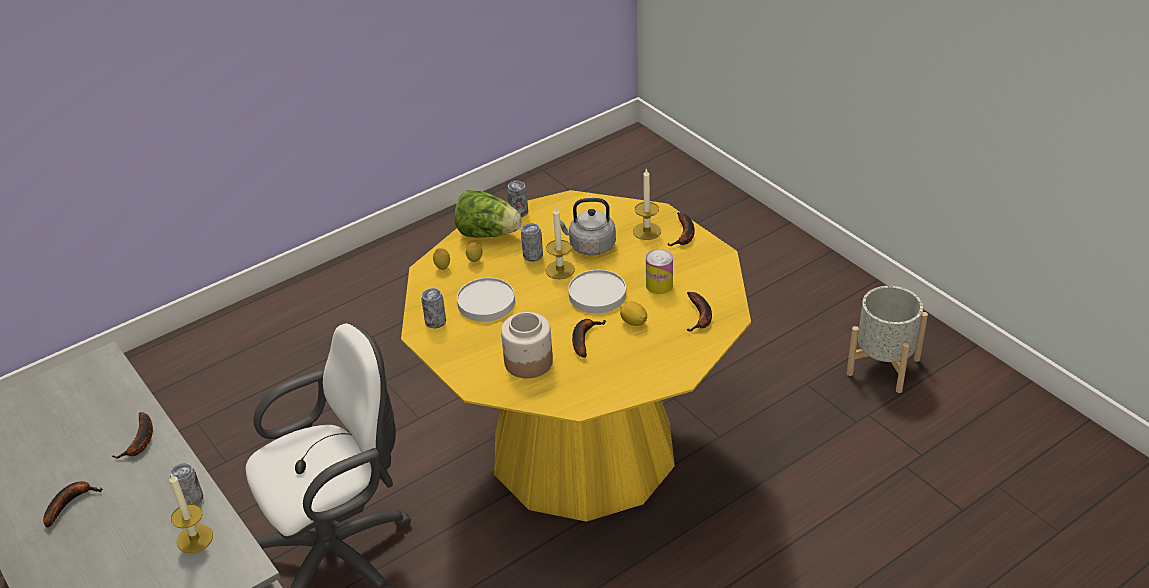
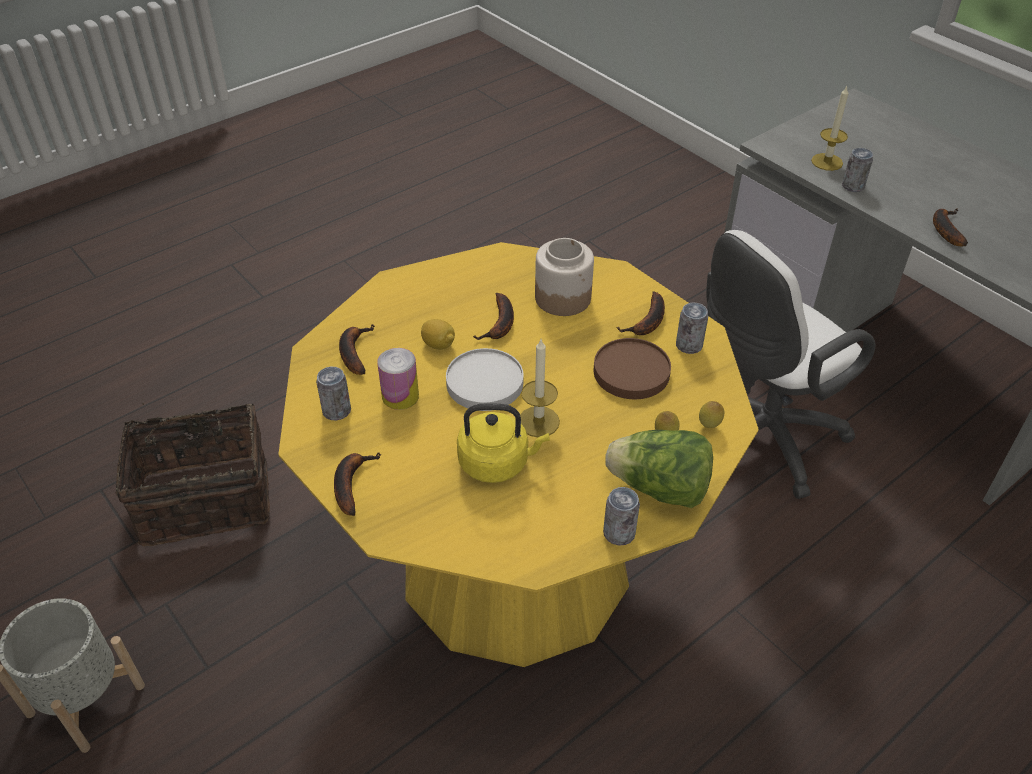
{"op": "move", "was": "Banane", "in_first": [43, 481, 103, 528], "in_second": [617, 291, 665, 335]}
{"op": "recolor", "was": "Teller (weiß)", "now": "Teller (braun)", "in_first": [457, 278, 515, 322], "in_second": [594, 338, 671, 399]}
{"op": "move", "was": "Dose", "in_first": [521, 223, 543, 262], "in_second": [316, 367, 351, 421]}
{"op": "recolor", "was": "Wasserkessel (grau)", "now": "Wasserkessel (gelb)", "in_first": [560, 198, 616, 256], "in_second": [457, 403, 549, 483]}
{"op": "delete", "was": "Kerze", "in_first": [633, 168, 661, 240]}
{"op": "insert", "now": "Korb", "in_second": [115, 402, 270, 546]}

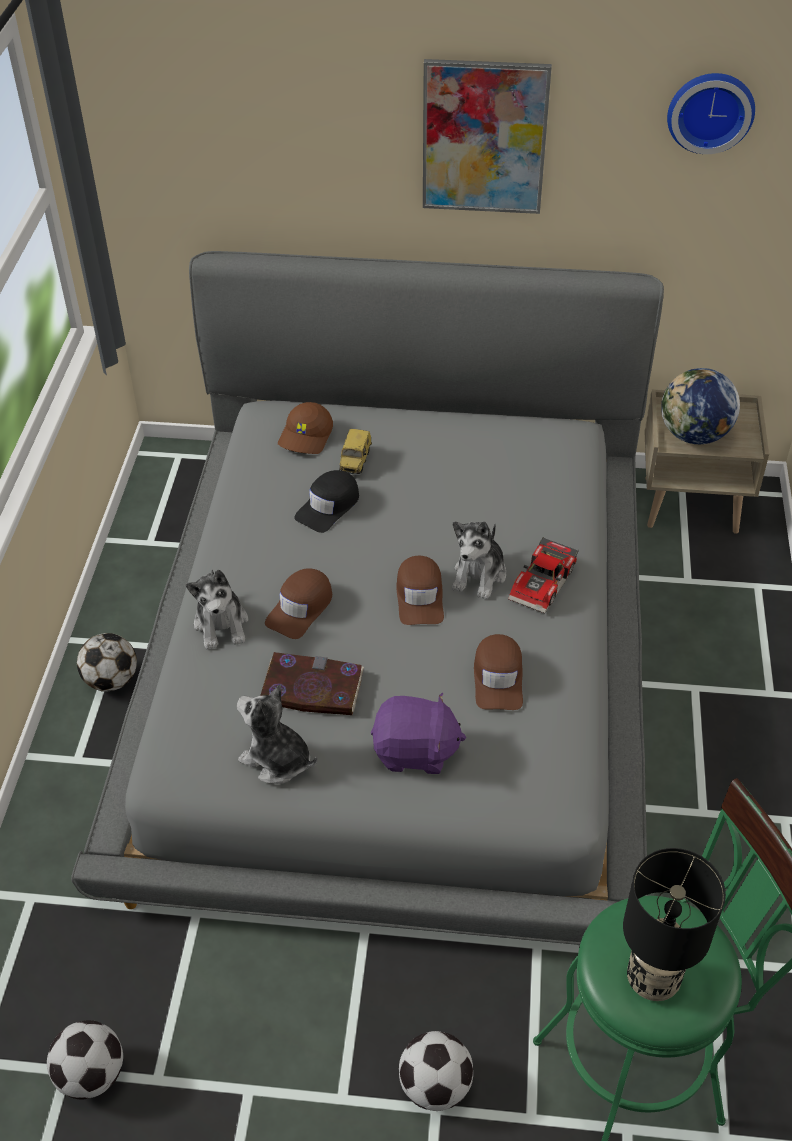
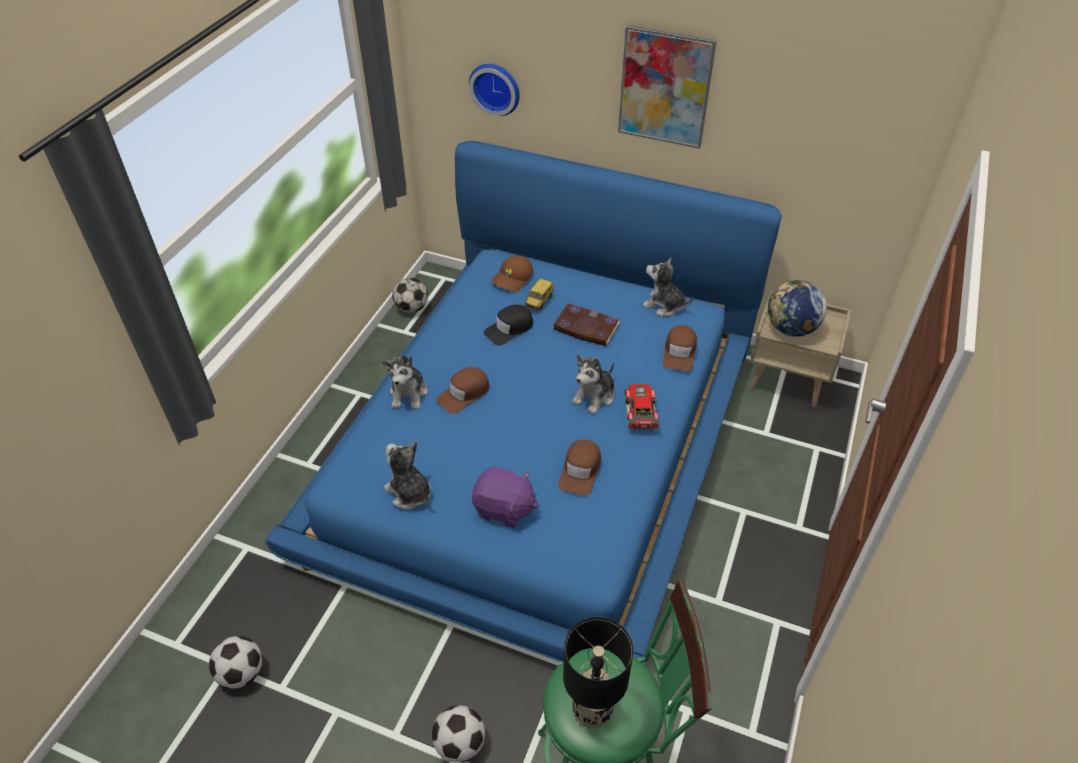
{"op": "recolor", "was": "Bett (grau)", "now": "Bett (blau)", "in_first": [71, 251, 664, 945], "in_second": [265, 141, 781, 665]}
{"op": "move", "was": "Fußball", "in_first": [77, 633, 137, 691], "in_second": [392, 278, 428, 313]}
{"op": "move", "was": "Buch", "in_first": [260, 652, 364, 715], "in_second": [552, 303, 620, 346]}
{"op": "move", "was": "Kappe (braun)", "in_first": [396, 556, 444, 625], "in_second": [663, 325, 697, 372]}
{"op": "rotate", "was": "Spielzeugauto", "in_first": [508, 537, 579, 614], "in_second": [624, 384, 660, 431], "clockwise": 135}
{"op": "move", "was": "Wanduhr", "in_first": [667, 73, 755, 154], "in_second": [469, 64, 520, 116]}
{"op": "insert", "now": "Plüschtier", "in_second": [642, 258, 693, 316]}

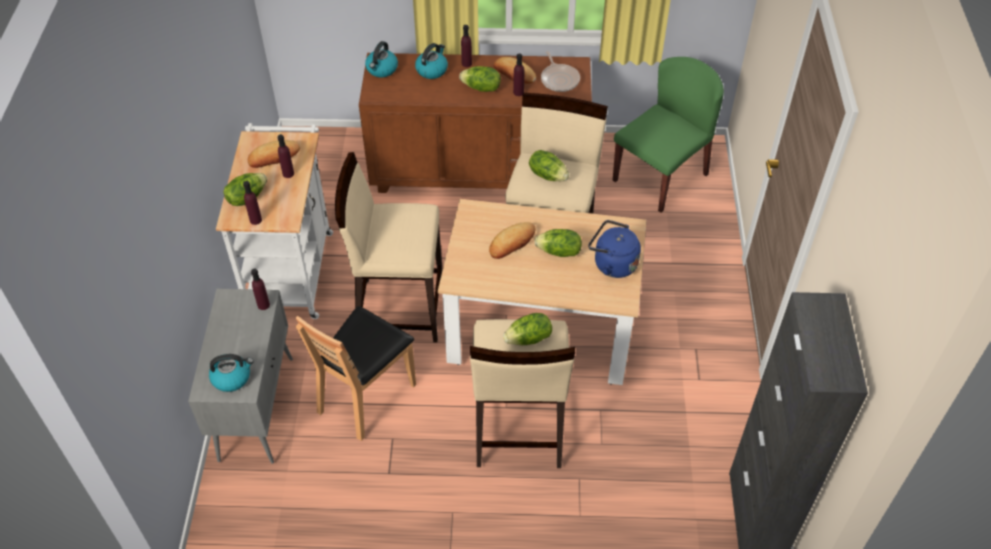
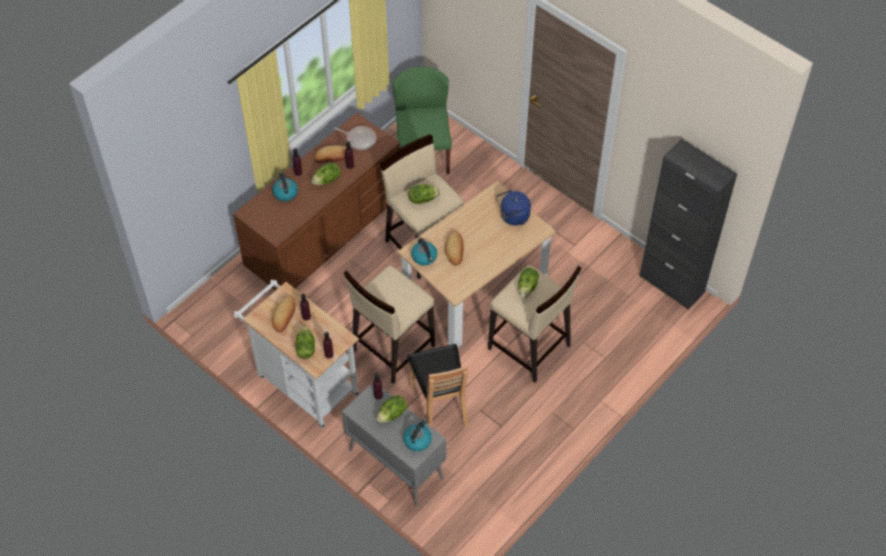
{"op": "move", "was": "Wasserkessel", "in_first": [365, 41, 398, 77], "in_second": [411, 238, 437, 265]}
{"op": "move", "was": "Salatkopf", "in_first": [534, 229, 582, 257], "in_second": [376, 395, 407, 423]}

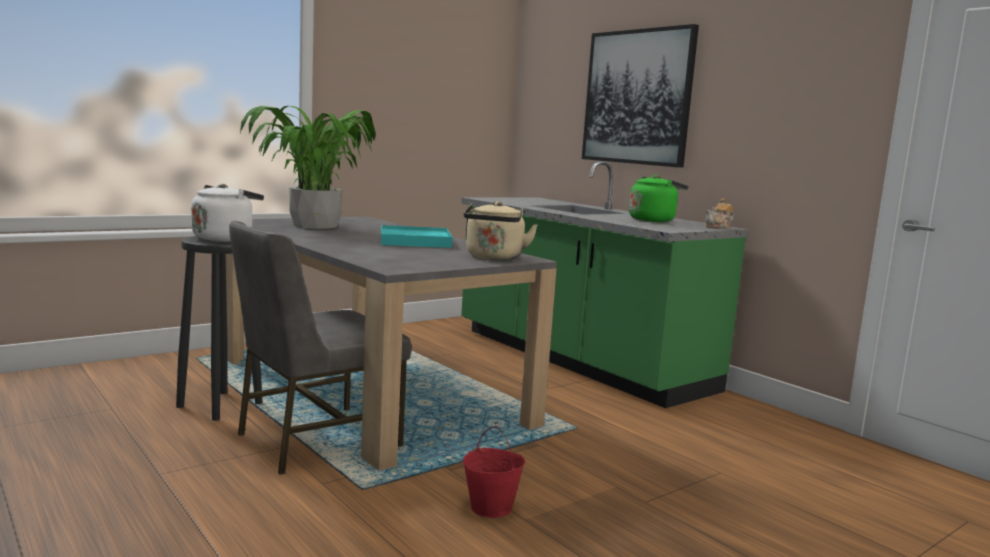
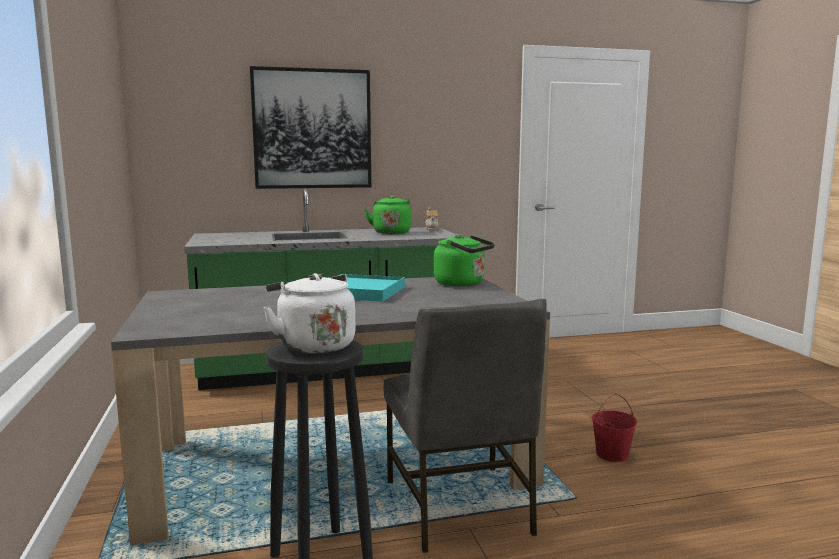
{"op": "delete", "was": "Topfpflanze", "in_first": [240, 106, 376, 229]}
{"op": "recolor", "was": "Wasserkessel (beige)", "now": "Wasserkessel (grün)", "in_first": [464, 201, 538, 260], "in_second": [434, 234, 495, 287]}

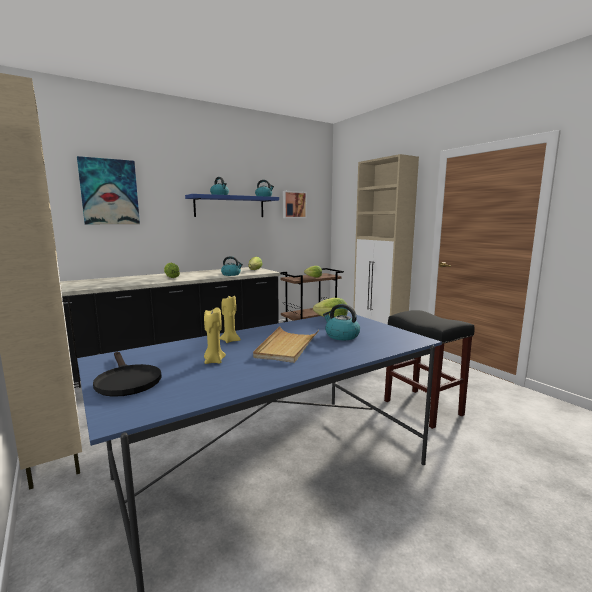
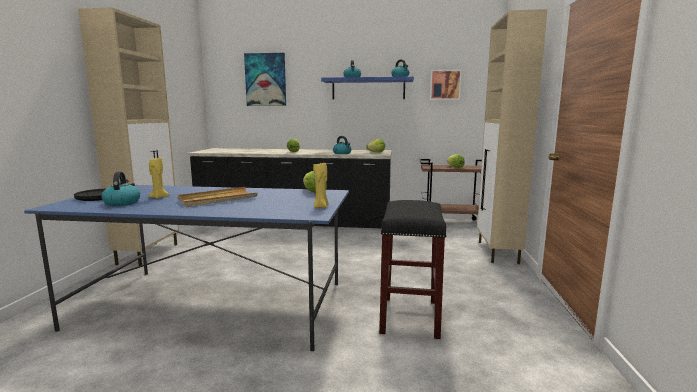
{"op": "move", "was": "Kerze (gelb)", "in_first": [220, 296, 241, 343], "in_second": [313, 163, 329, 208]}
{"op": "move", "was": "Wasserkessel", "in_first": [323, 304, 360, 340], "in_second": [102, 171, 140, 206]}

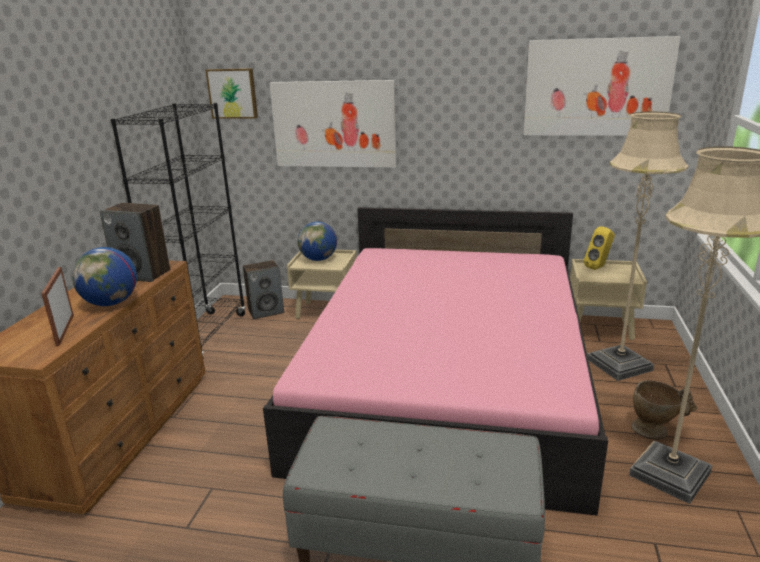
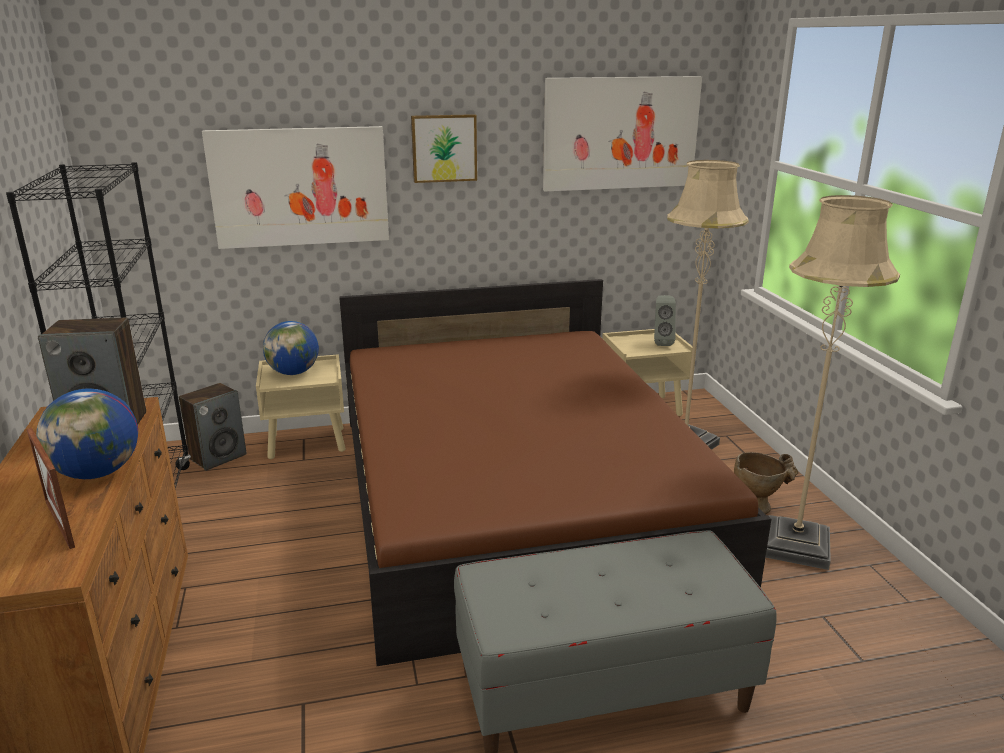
{"op": "move", "was": "Bild", "in_first": [206, 68, 258, 119], "in_second": [411, 114, 477, 183]}
{"op": "recolor", "was": "Bett (rosa)", "now": "Bett (braun)", "in_first": [263, 207, 608, 516], "in_second": [339, 279, 771, 666]}
{"op": "delete", "was": "Lautsprecher (gelb)", "in_first": [584, 226, 615, 270]}
{"op": "insert", "now": "Lautsprecher (grau)", "in_second": [654, 295, 676, 346]}

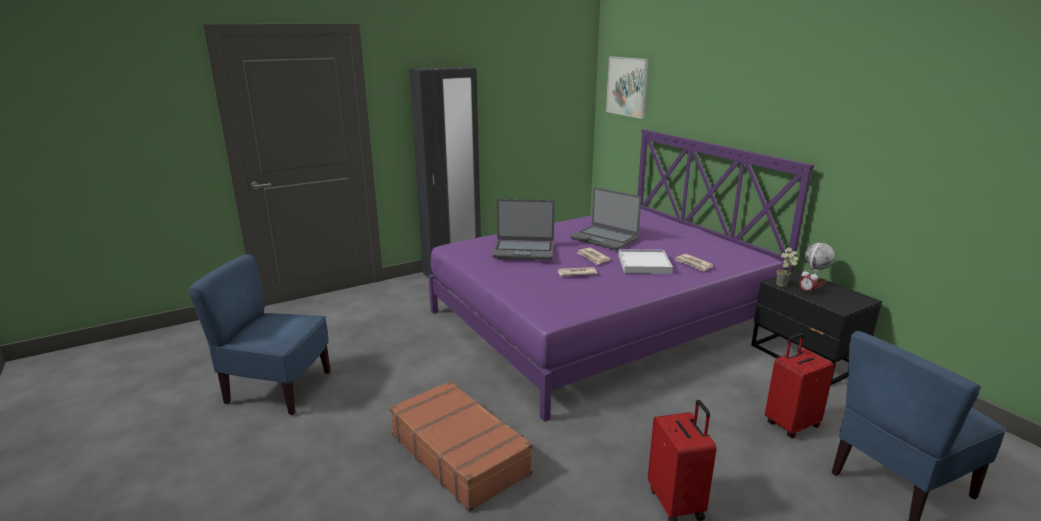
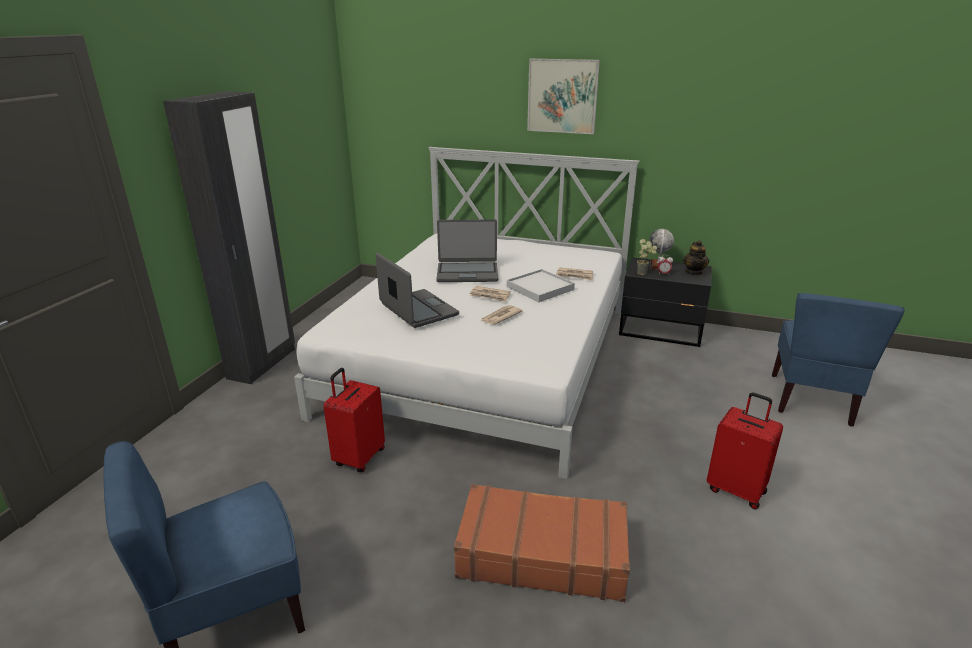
{"op": "recolor", "was": "Bett (lila)", "now": "Bett (weiß)", "in_first": [429, 129, 814, 422], "in_second": [294, 147, 640, 479]}
{"op": "rotate", "was": "Laptop", "in_first": [492, 199, 555, 260], "in_second": [376, 253, 459, 328], "clockwise": -90}
{"op": "move", "was": "Bild", "in_first": [606, 57, 649, 119], "in_second": [527, 59, 600, 134]}
{"op": "move", "was": "Koffer (rot)", "in_first": [765, 333, 835, 438], "in_second": [323, 368, 385, 472]}
{"op": "insert", "now": "Teekanne", "in_second": [683, 240, 709, 275]}

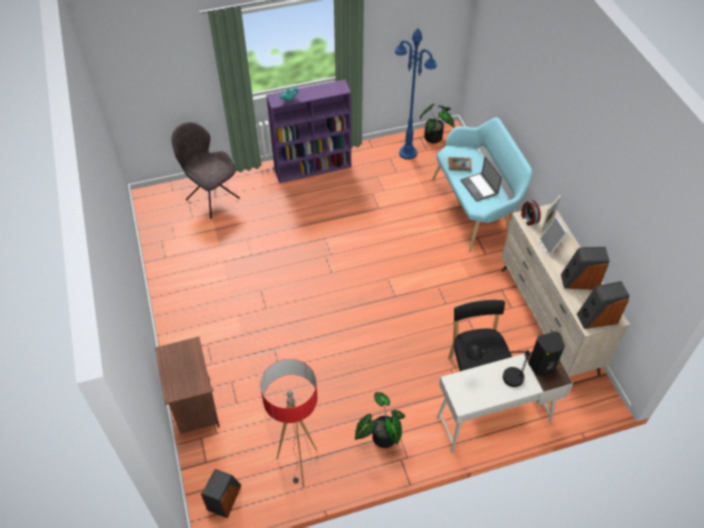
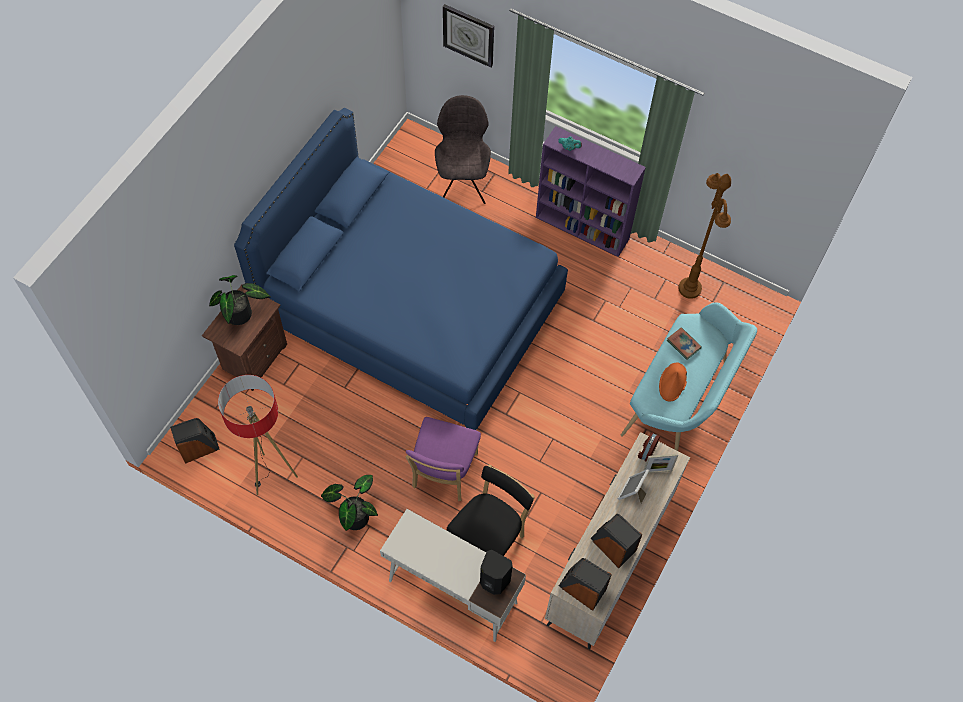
{"op": "recolor", "was": "Stehlampe (blau)", "now": "Stehlampe (braun)", "in_first": [395, 28, 437, 160], "in_second": [678, 173, 731, 299]}
{"op": "move", "was": "Topfpflanze", "in_first": [420, 104, 455, 143], "in_second": [209, 275, 271, 325]}
{"op": "replace", "was": "Laptop", "now": "Hut (orange)", "in_first": [460, 157, 502, 202], "in_second": [659, 362, 687, 402]}
{"op": "delete", "was": "Tischlampe (schwarz)", "in_first": [465, 345, 530, 387]}
{"op": "insert", "now": "Bett (blau)", "in_second": [234, 108, 568, 430]}
{"op": "insert", "now": "Stuhl (lila)", "in_second": [406, 417, 481, 501]}
{"op": "insert", "now": "Wanduhr", "in_second": [443, 4, 494, 68]}

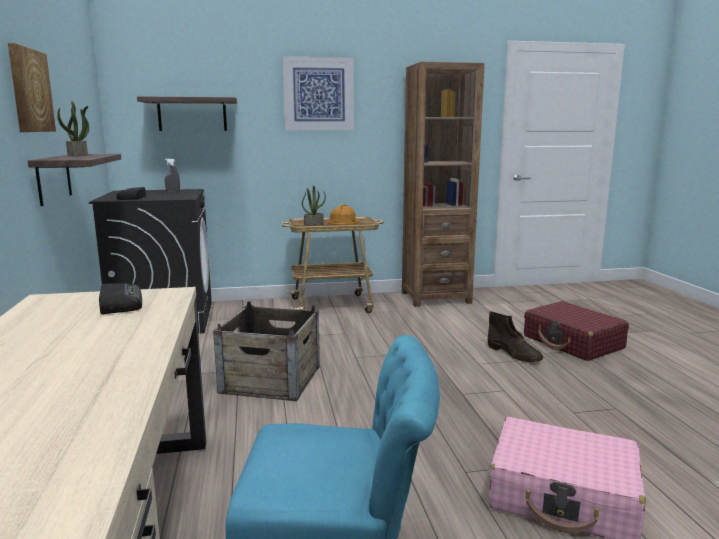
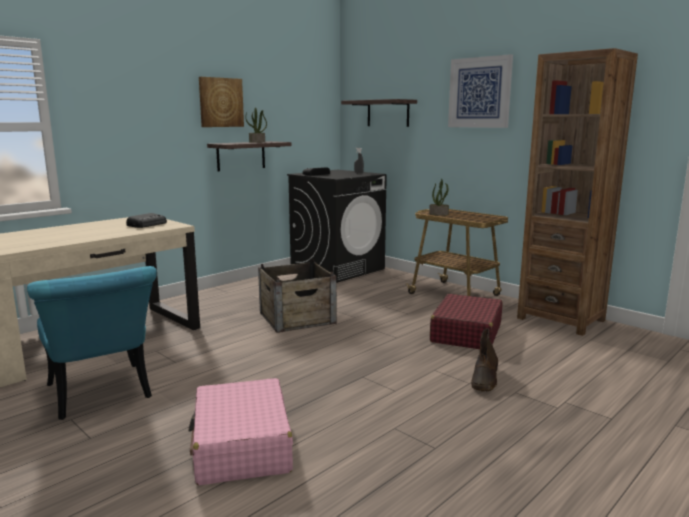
{"op": "delete", "was": "Schutzhelm (orange)", "in_first": [328, 205, 360, 225]}
{"op": "move", "was": "Koffer (rot)", "in_first": [524, 301, 629, 361], "in_second": [430, 294, 502, 349]}

